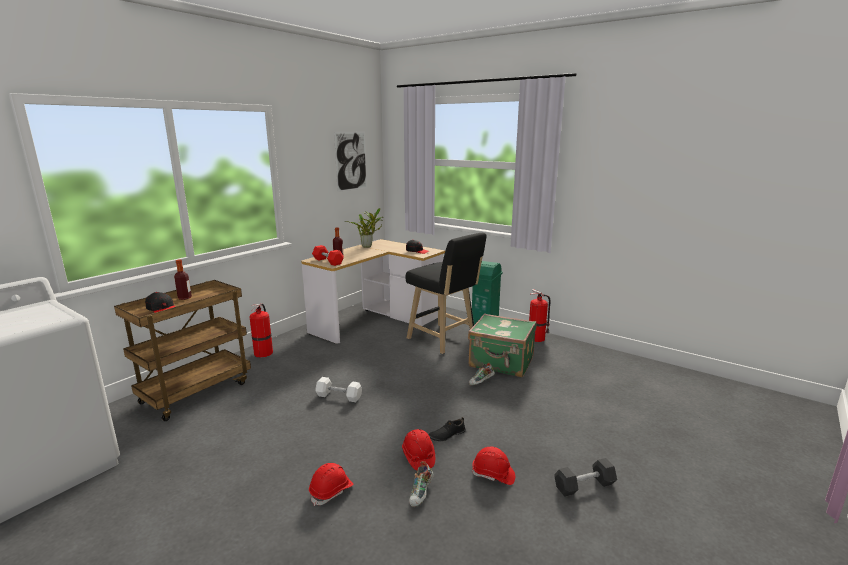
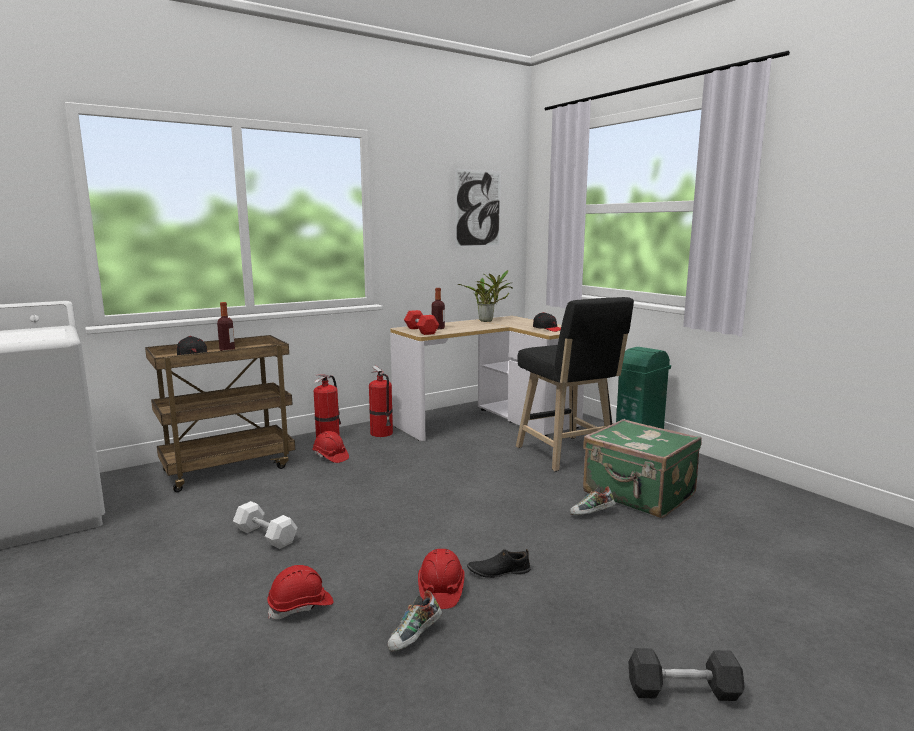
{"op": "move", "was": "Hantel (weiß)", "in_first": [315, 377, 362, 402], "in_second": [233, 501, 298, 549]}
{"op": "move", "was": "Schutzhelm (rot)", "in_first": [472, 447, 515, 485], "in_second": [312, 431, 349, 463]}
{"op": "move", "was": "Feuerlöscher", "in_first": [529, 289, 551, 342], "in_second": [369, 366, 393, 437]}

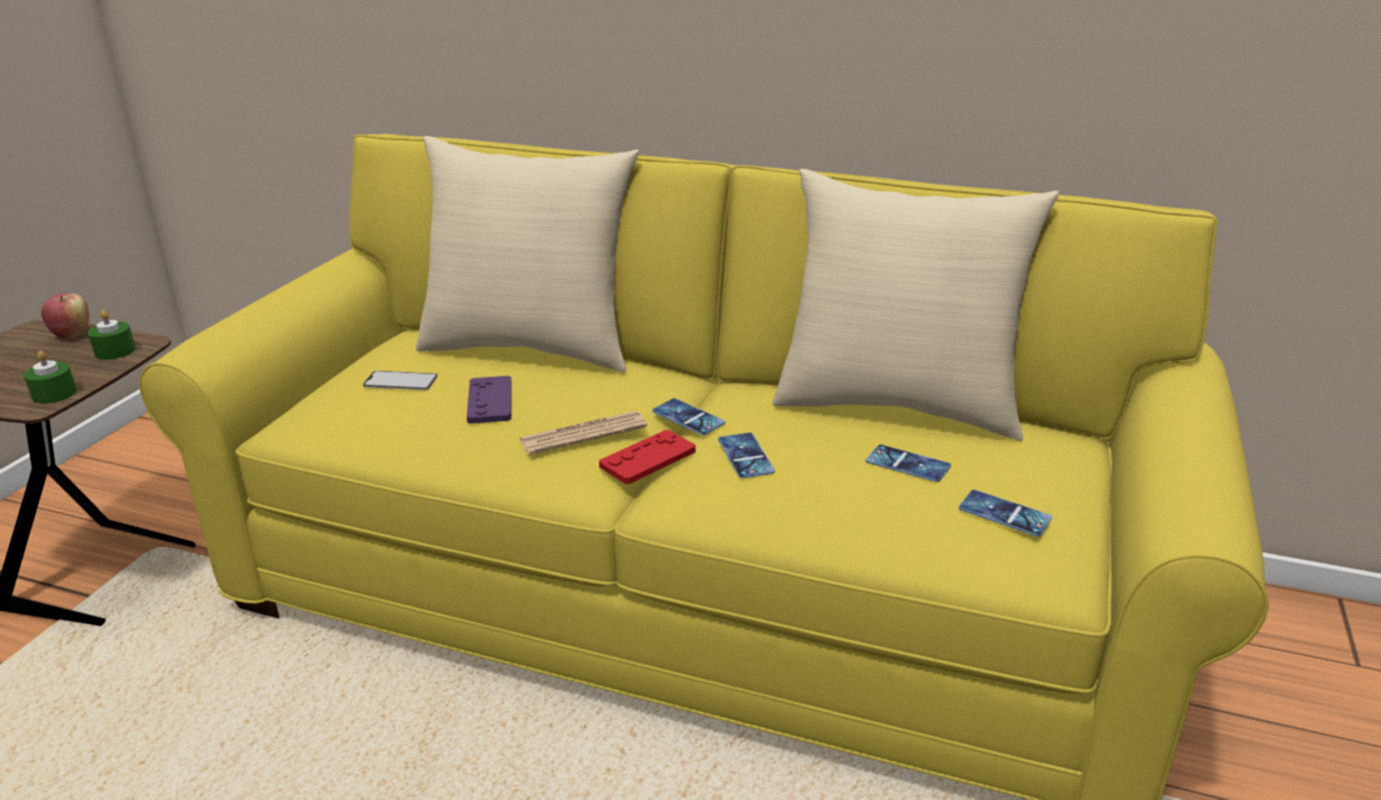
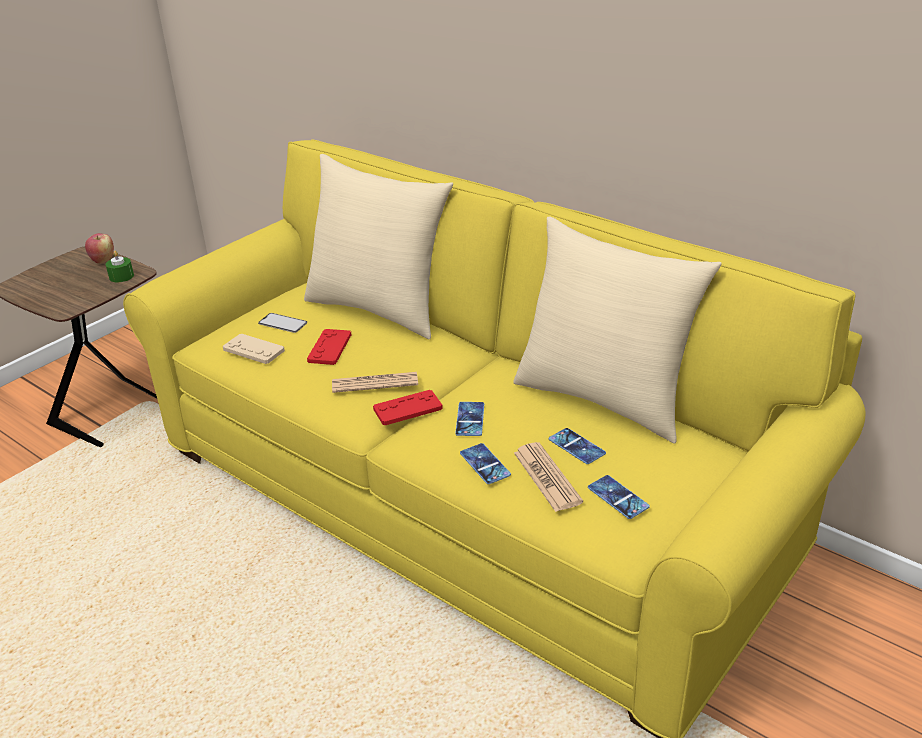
{"op": "delete", "was": "Kerze (grün)", "in_first": [24, 351, 77, 404]}
{"op": "recolor", "was": "Gamepad (lila)", "now": "Gamepad (rot)", "in_first": [467, 376, 512, 424], "in_second": [307, 329, 351, 365]}
{"op": "move", "was": "Handy", "in_first": [652, 398, 725, 435], "in_second": [460, 443, 511, 484]}
{"op": "insert", "now": "Gamepad (beige)", "in_second": [223, 334, 285, 364]}
{"op": "insert", "now": "Zeitung", "in_second": [514, 442, 583, 512]}

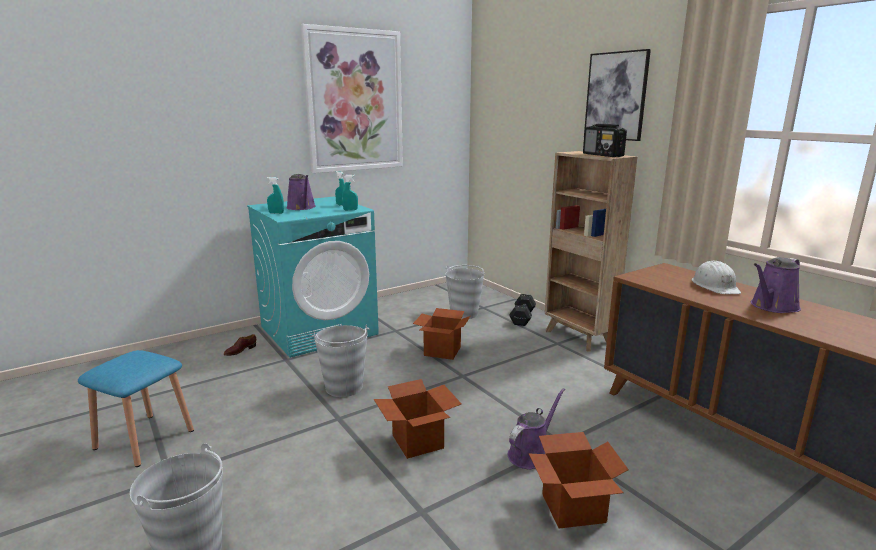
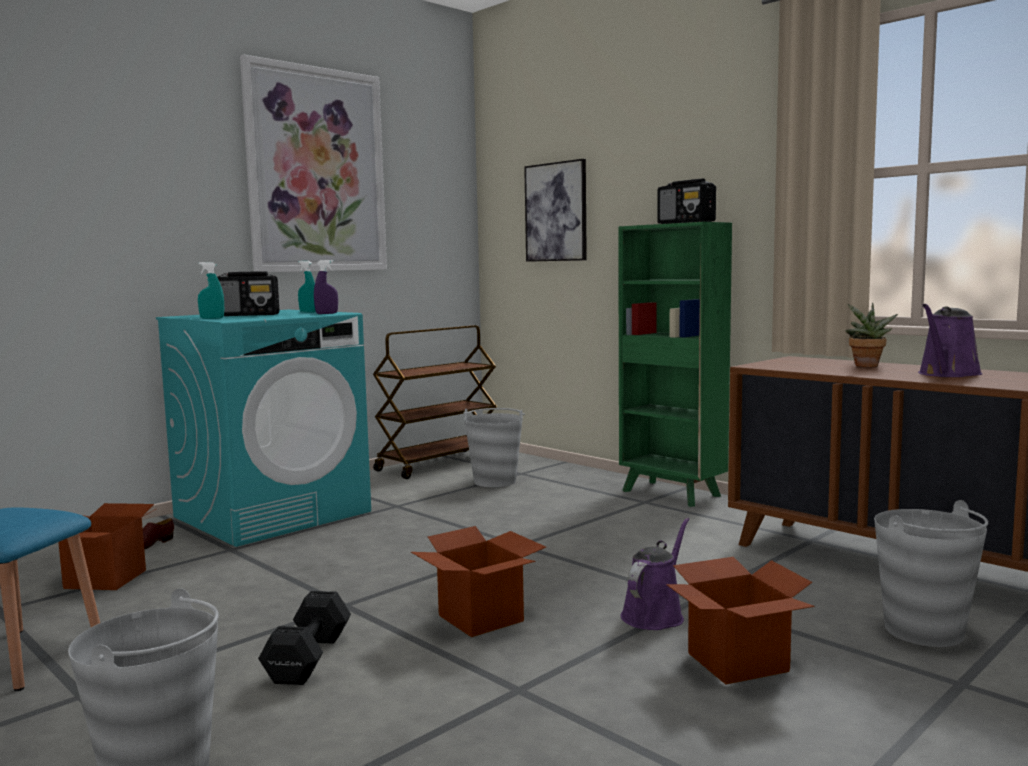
{"op": "replace", "was": "Gießkanne (lila)", "now": "Radio", "in_first": [286, 174, 316, 210], "in_second": [217, 271, 279, 316]}
{"op": "move", "was": "Eimer (grau)", "in_first": [312, 325, 370, 397], "in_second": [874, 500, 988, 647]}
{"op": "recolor", "was": "Sprühflasche (türkis)", "now": "Sprühflasche (lila)", "in_first": [342, 175, 358, 210], "in_second": [314, 260, 338, 314]}
{"op": "move", "was": "Karton", "in_first": [413, 308, 470, 360], "in_second": [58, 503, 157, 590]}
{"op": "move", "was": "Hantel (schwarz)", "in_first": [509, 294, 536, 326], "in_second": [258, 591, 351, 685]}
{"op": "recolor", "was": "Bücherregal (braun)", "now": "Bücherregal (grün)", "in_first": [545, 151, 637, 352], "in_second": [618, 222, 732, 507]}
{"op": "move", "was": "Bild", "in_first": [584, 49, 651, 141], "in_second": [524, 159, 587, 262]}
{"op": "replace", "was": "Schutzhelm (weiß)", "now": "Topfpflanze", "in_first": [692, 261, 741, 294], "in_second": [846, 303, 898, 367]}
{"op": "insert", "now": "Rollwagen (braun)", "in_second": [373, 325, 497, 479]}

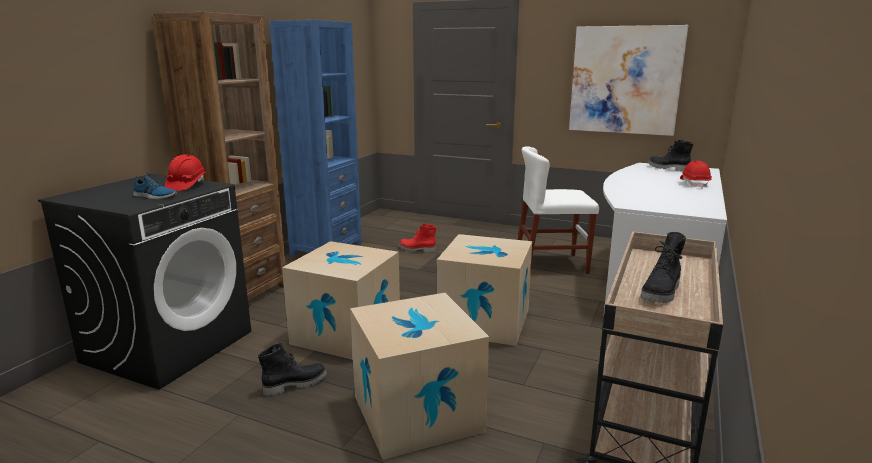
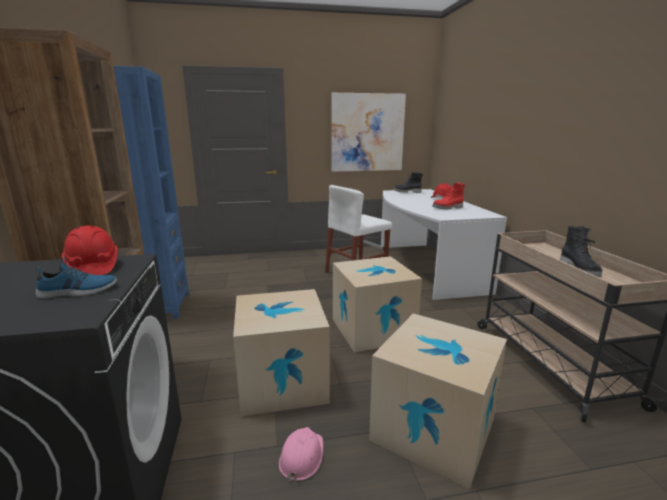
{"op": "replace", "was": "Stiefel (schwarz)", "now": "Schutzhelm (rosa)", "in_first": [258, 342, 327, 396], "in_second": [279, 427, 323, 483]}
{"op": "move", "was": "Stiefel (rot)", "in_first": [399, 224, 436, 253], "in_second": [432, 182, 465, 210]}

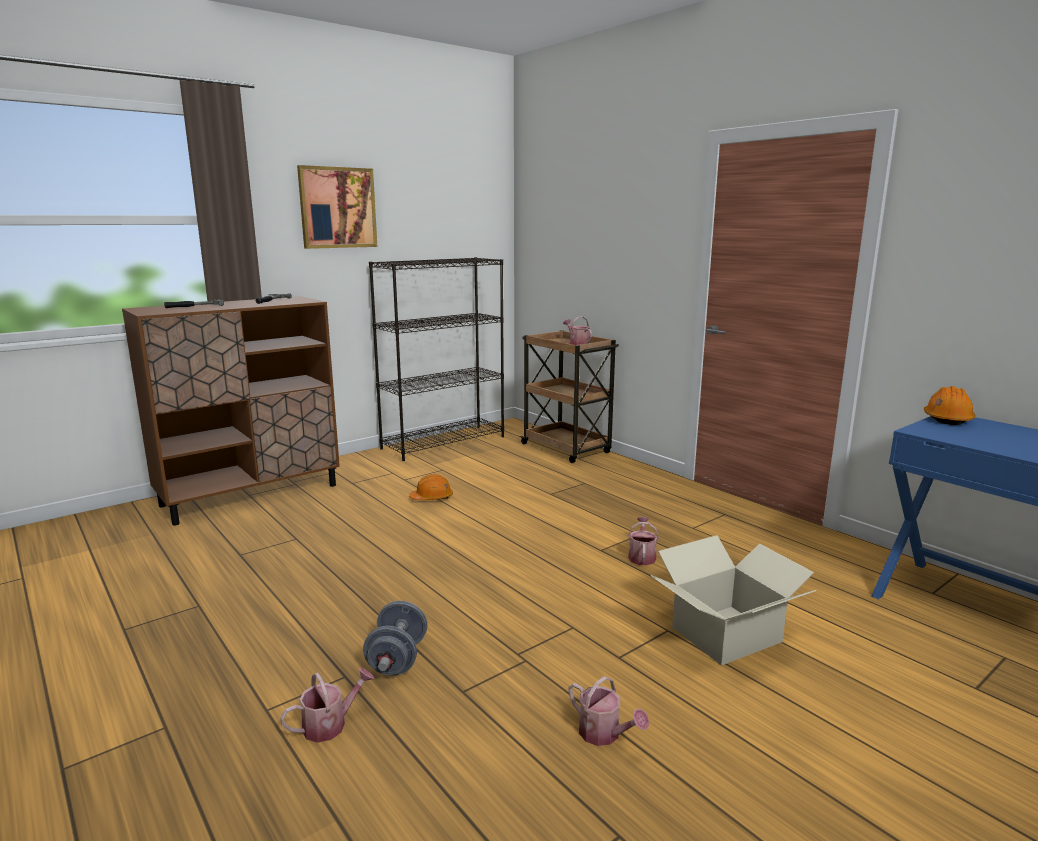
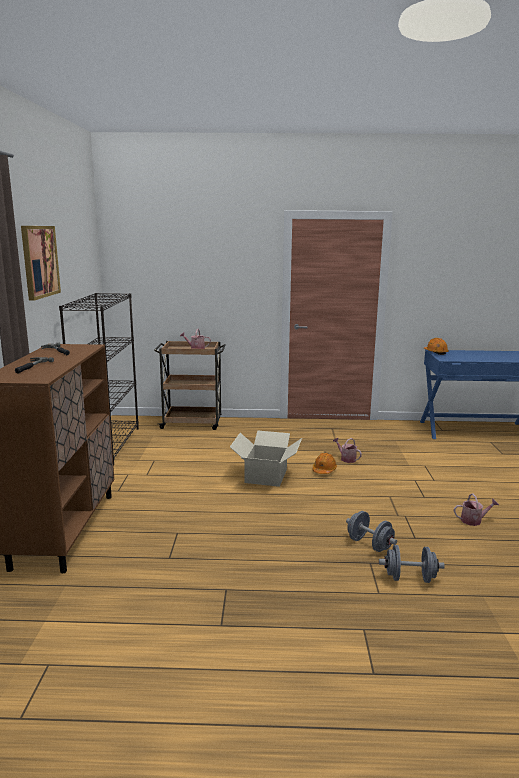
{"op": "replace", "was": "Gießkanne", "now": "Hantel (grau)", "in_first": [280, 668, 374, 743], "in_second": [379, 545, 445, 583]}
{"op": "move", "was": "Schutzhelm (orange)", "in_first": [409, 474, 453, 500], "in_second": [312, 453, 337, 474]}
{"op": "move", "was": "Karton", "in_first": [650, 535, 817, 665], "in_second": [230, 431, 302, 487]}

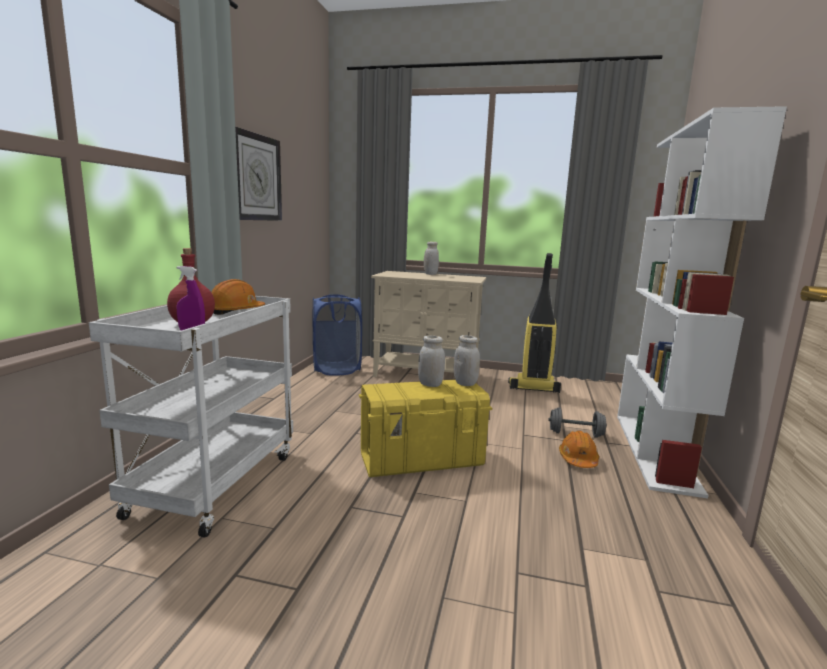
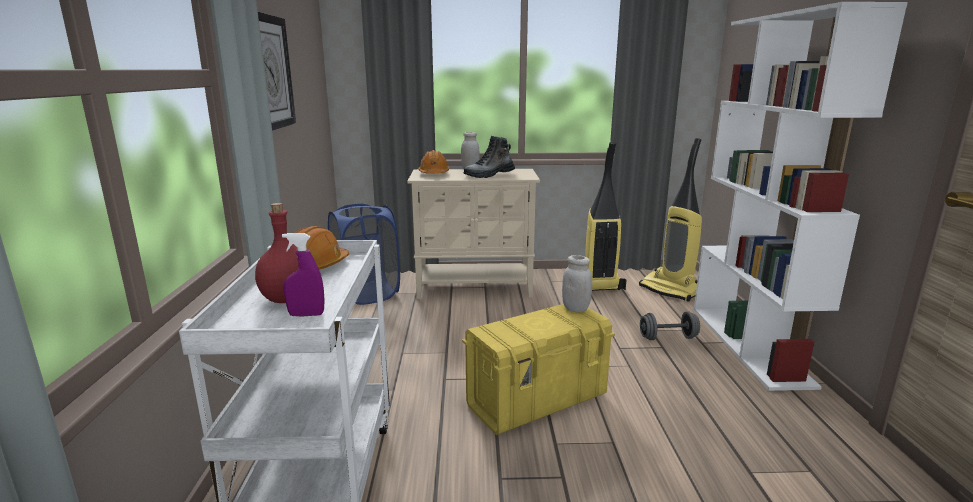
{"op": "delete", "was": "Vorratsglas (weiß)", "in_first": [418, 335, 445, 387]}
{"op": "move", "was": "Schutzhelm (orange)", "in_first": [559, 431, 599, 468], "in_second": [418, 150, 449, 174]}
{"op": "insert", "now": "Stiefel", "in_second": [463, 136, 515, 178]}
{"op": "insert", "now": "Staubsauger", "in_second": [639, 138, 702, 302]}

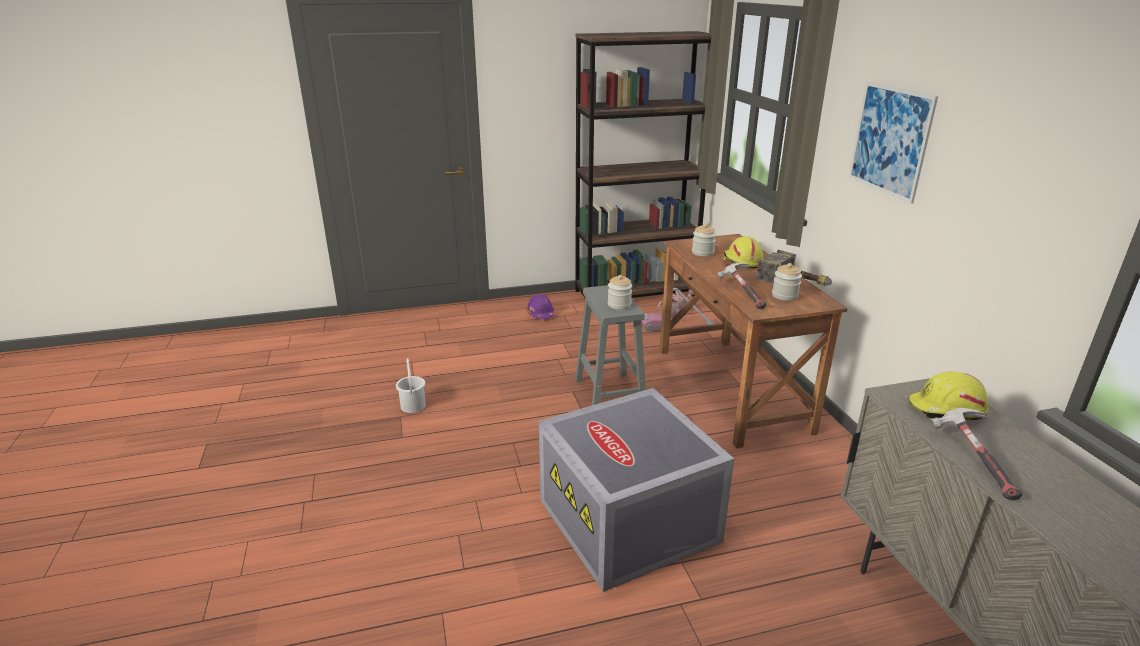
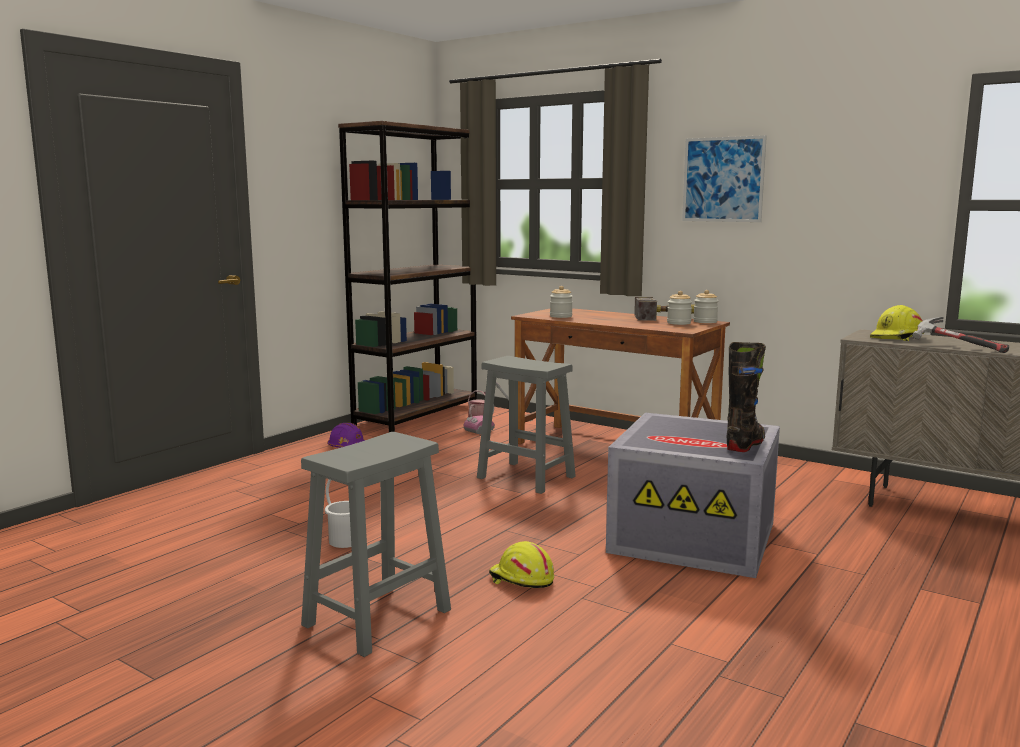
{"op": "move", "was": "Vorratsglas", "in_first": [608, 275, 632, 310], "in_second": [693, 290, 718, 323]}
{"op": "delete", "was": "Hammer", "in_first": [717, 263, 766, 309]}
{"op": "move", "was": "Schutzhelm (gelb)", "in_first": [723, 236, 763, 268], "in_second": [489, 541, 554, 588]}
{"op": "insert", "now": "Hocker (grau)", "in_second": [301, 432, 451, 657]}
{"op": "insert", "now": "Stiefel (schwarz)", "in_second": [727, 342, 766, 452]}

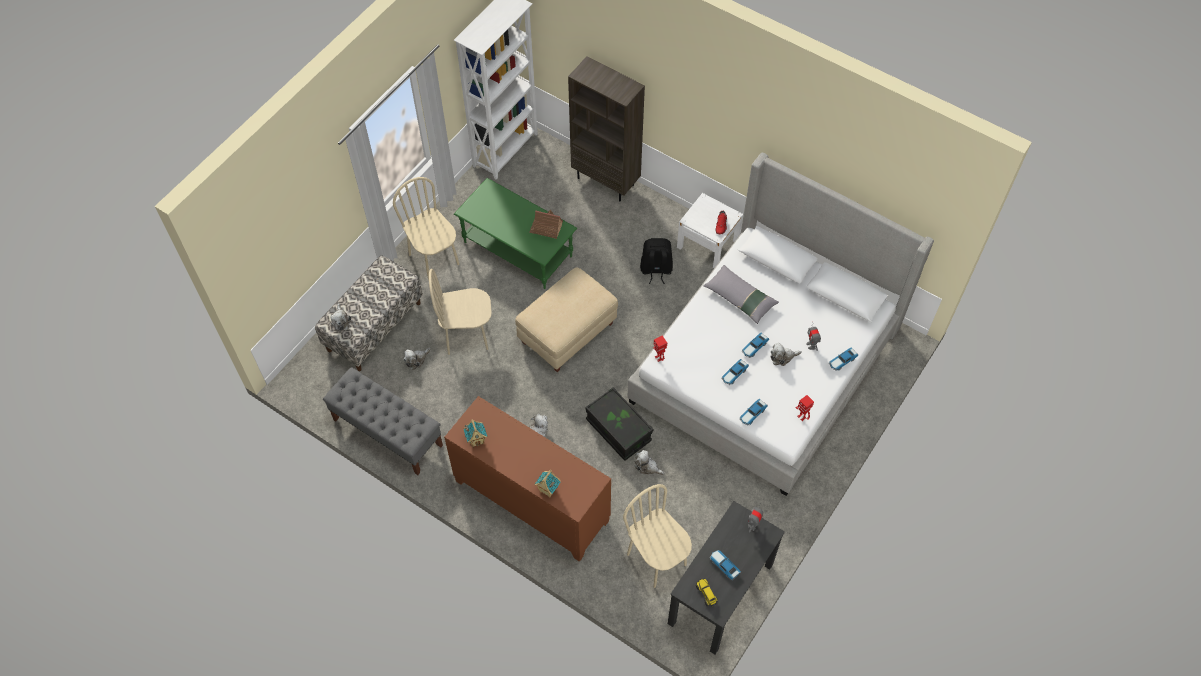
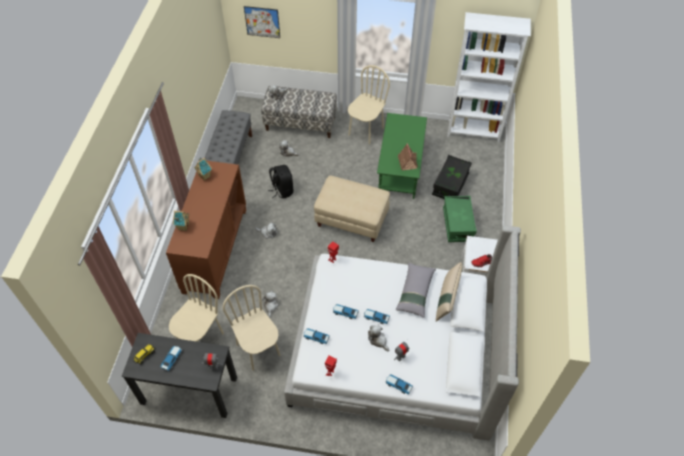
{"op": "move", "was": "Stuhl (beige)", "in_first": [429, 269, 492, 355], "in_second": [223, 285, 281, 371]}
{"op": "delete", "was": "Bücherregal (braun)", "in_first": [568, 56, 645, 201]}
{"op": "move", "was": "Aufbewahrungsbox (schwarz)", "in_first": [585, 387, 653, 461], "in_second": [432, 155, 472, 199]}
{"op": "move", "was": "Rucksack (schwarz)", "in_first": [640, 238, 673, 284], "in_second": [268, 165, 293, 198]}
{"op": "insert", "now": "Bild", "in_second": [244, 6, 280, 38]}
{"op": "insert", "now": "Kissen (beige)", "in_second": [436, 262, 462, 321]}
{"op": "insert", "now": "Aufbewahrungsbox (grün)", "in_second": [443, 196, 477, 242]}

